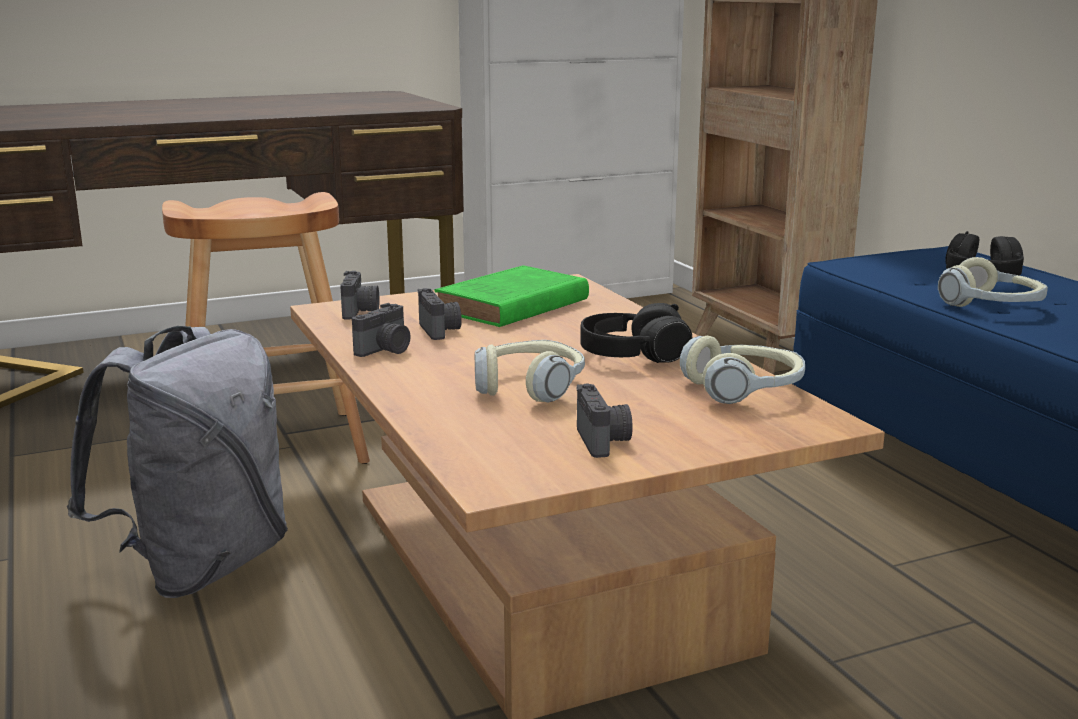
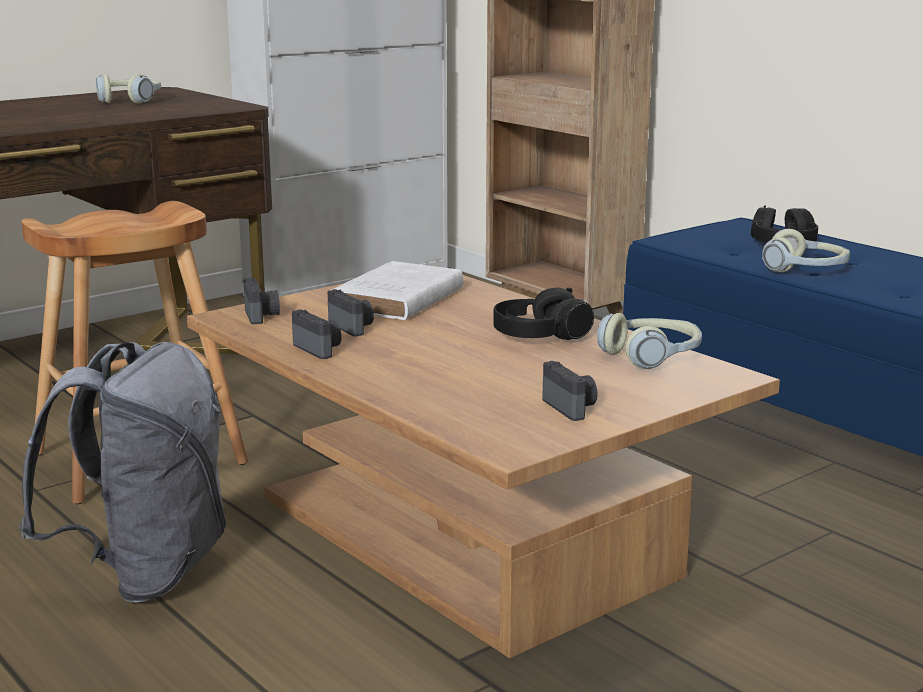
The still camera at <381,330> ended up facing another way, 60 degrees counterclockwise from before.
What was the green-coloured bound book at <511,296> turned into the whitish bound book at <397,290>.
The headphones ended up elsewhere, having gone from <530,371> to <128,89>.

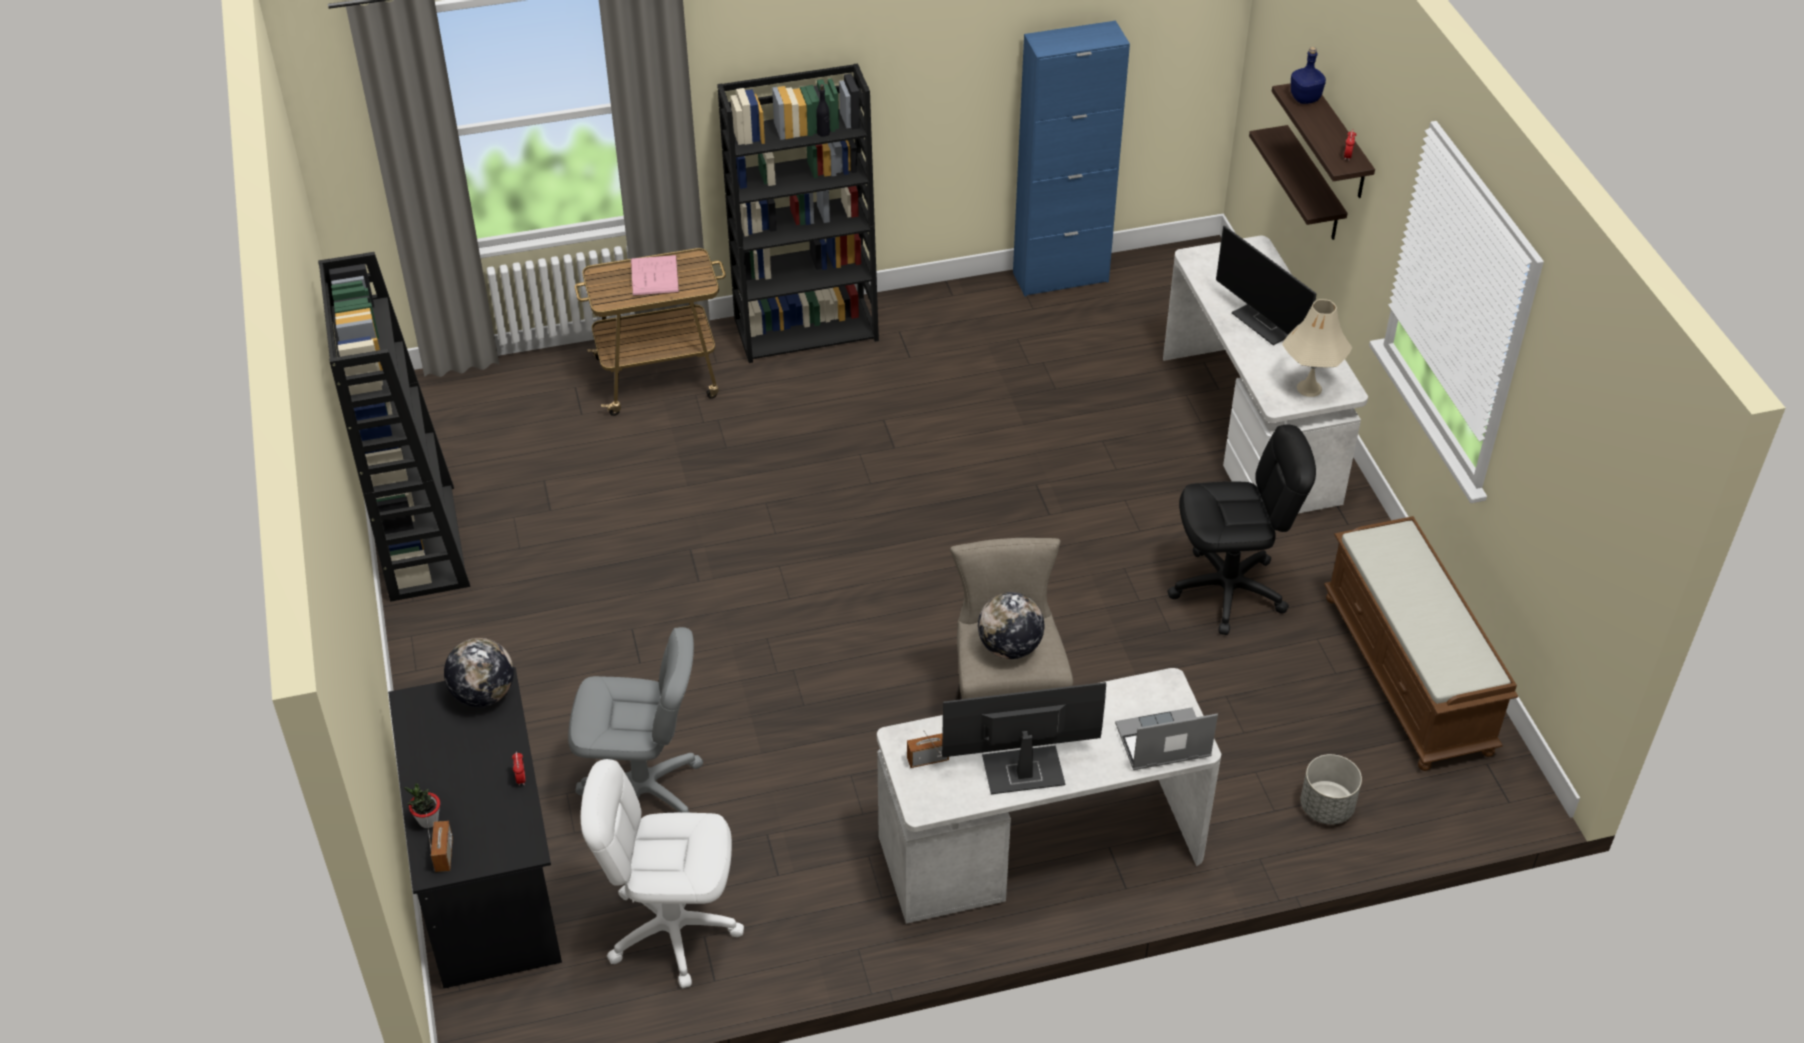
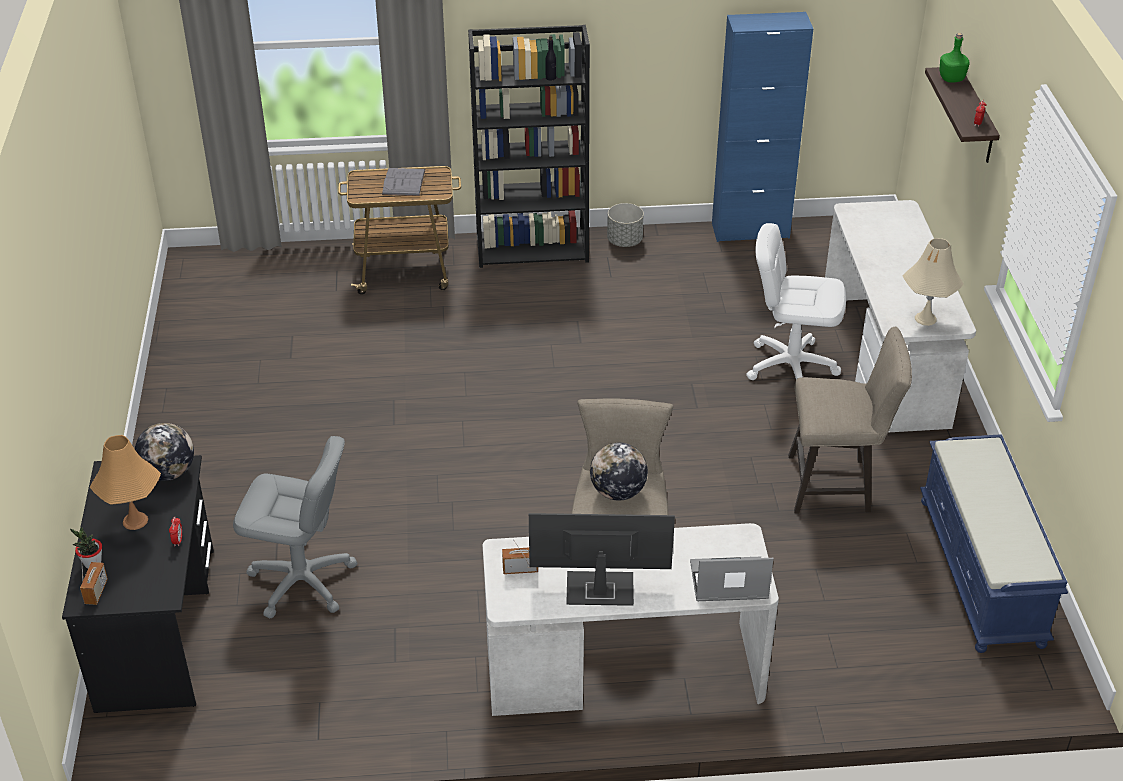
The second view lost the black-coloured shelving unit at <394,427>.
The whitish office chair ended up elsewhere, having gone from <662,873> to <796,301>.
What was the pink-coloured bound book at <655,275> turned into the grey bound book at <404,182>.
Where the black-coloured office chair stood at <1241,529>, the beige stool came to stand at <850,420>.
The second view lost the computer display at <1266,285>.
The second view lost the wall shelf at <1298,182>.
What was the bluish bottle at <1308,75> turned into the green-coloured bottle at <955,58>.
The grey planter ended up elsewhere, having gone from <1331,789> to <625,225>.
What was the brownish bench at <1421,643> turned into the bluish bench at <994,543>.
The second view gained the orangey tabletop lamp at <125,482>.

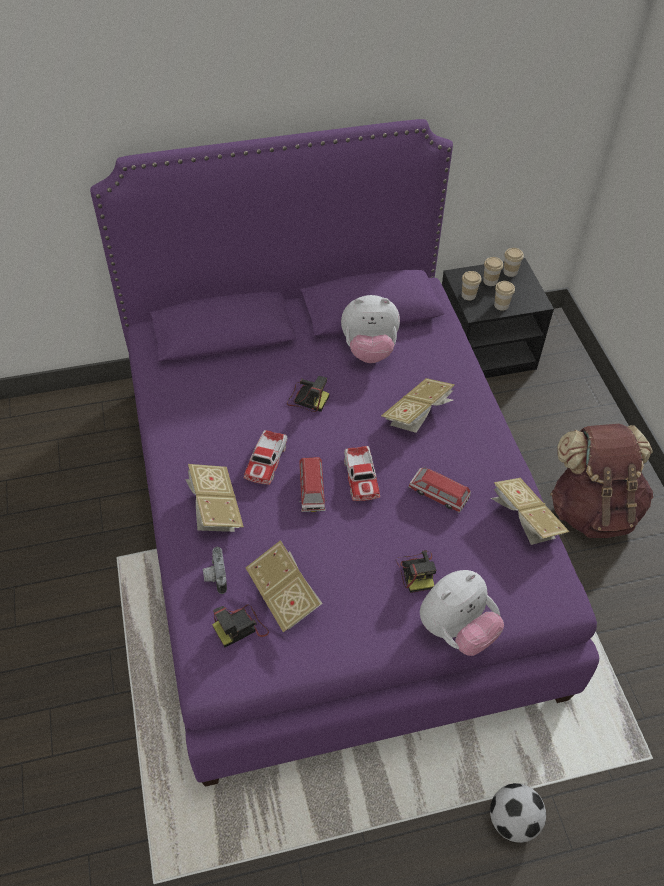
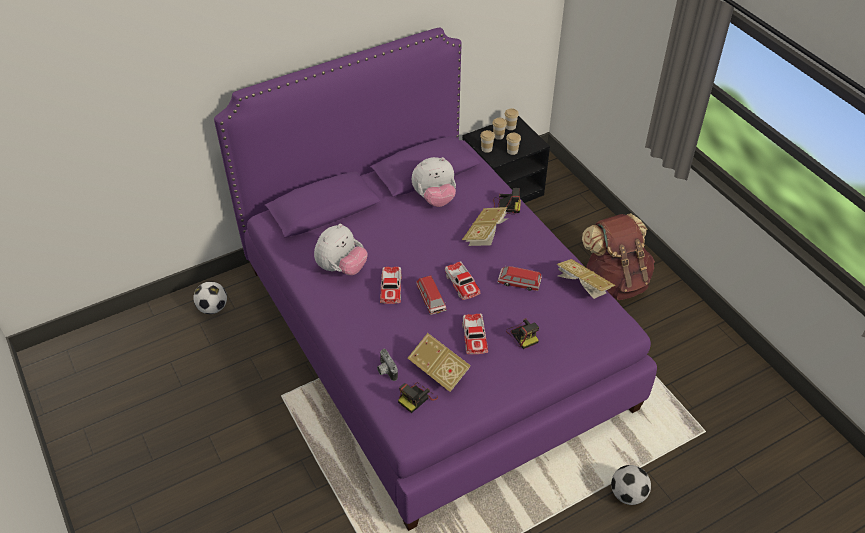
The second view lost the bound book at <214,498>.
The still camera ended up elsewhere, having gone from <308,394> to <507,201>.
The soft toy ended up elsewhere, having gone from <462,613> to <341,249>.
The second view gained the football ball at <210,297>.
The second view gained the model car at <475,334>.

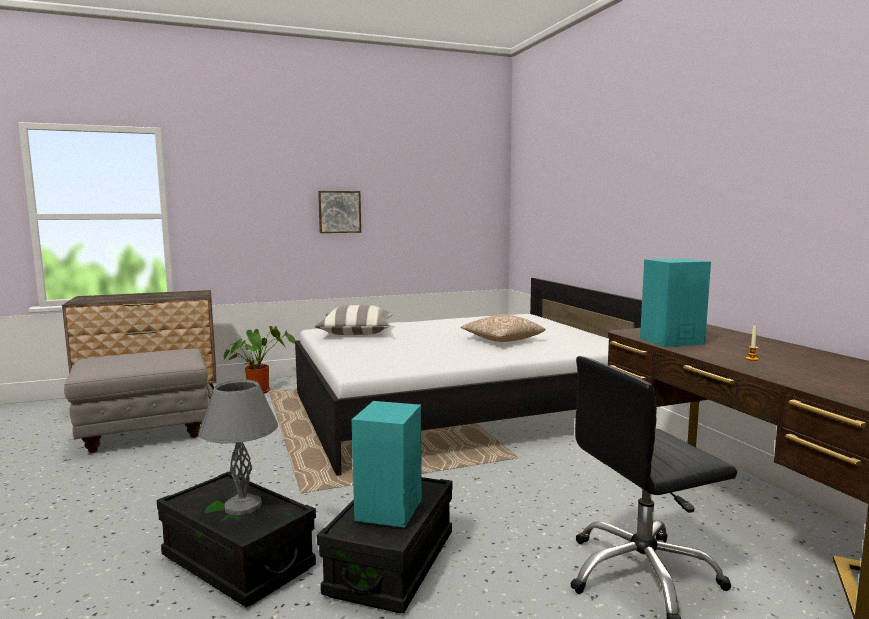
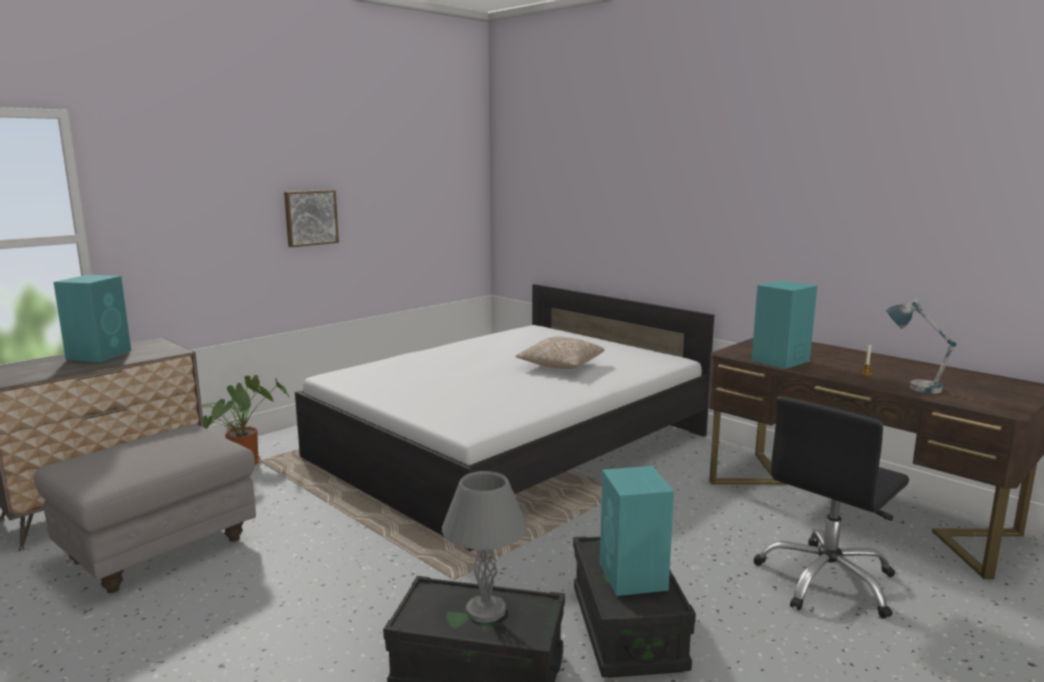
The second view lost the cushion at <354,320>.
The second view gained the blue-green audio speaker at <92,318>.
The second view gained the tabletop lamp at <921,346>.

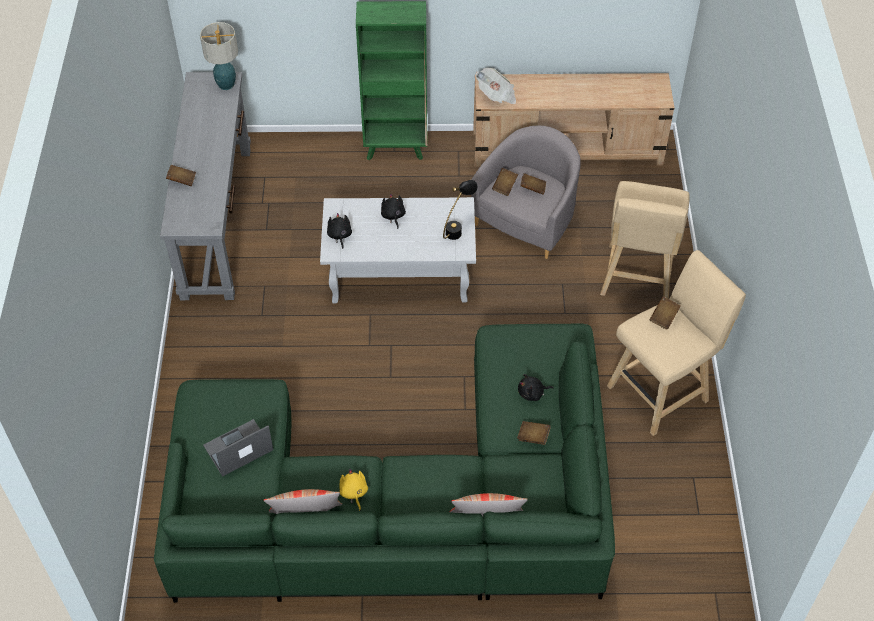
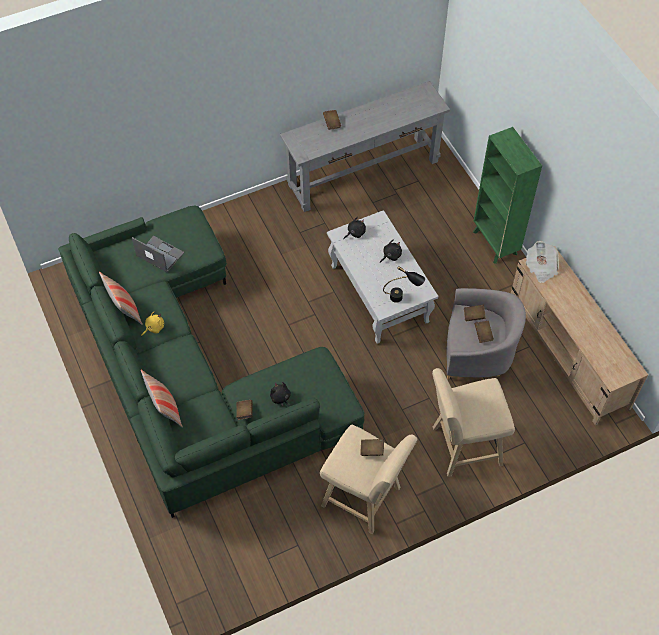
The second view lost the tabletop lamp at <219,56>.

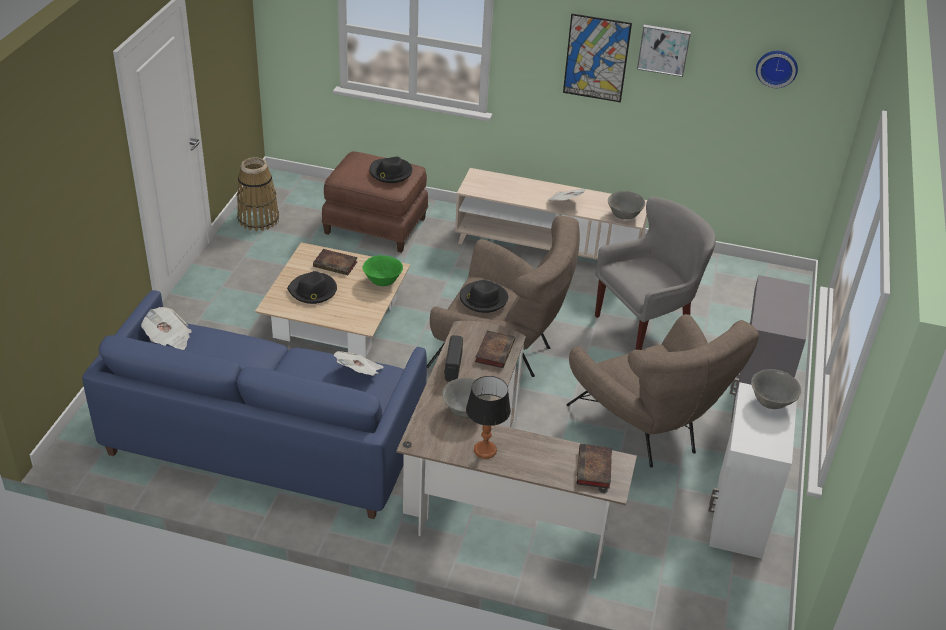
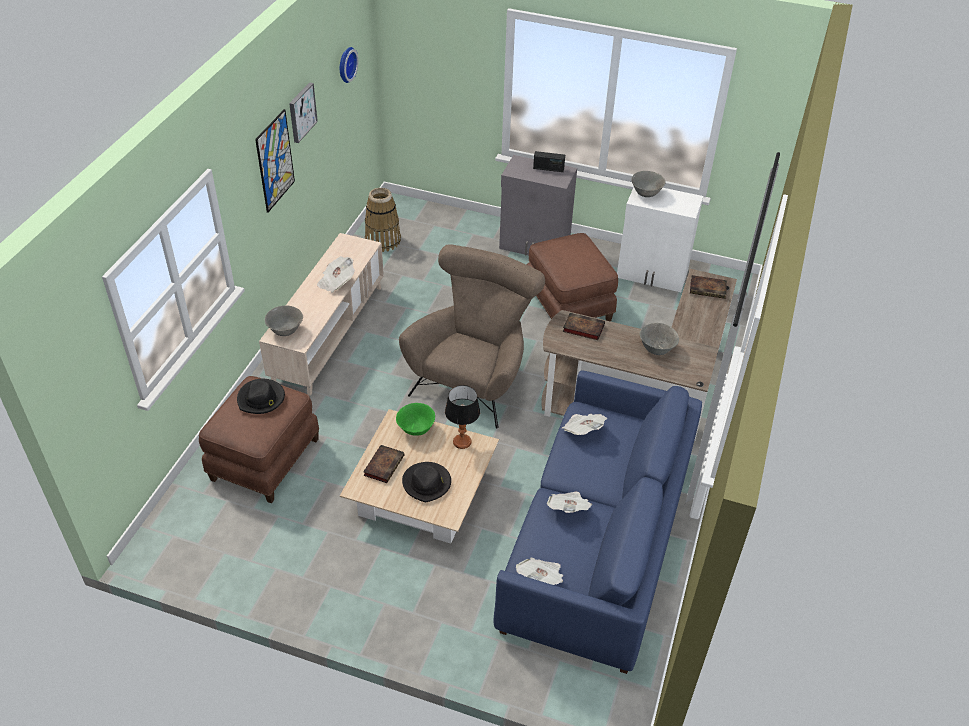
The basket ended up elsewhere, having gone from <258,194> to <383,220>.
The radio receiver ended up elsewhere, having gone from <453,358> to <549,161>.
The second view lost the black-coloured clothing hat at <484,296>.
The tabletop lamp ended up elsewhere, having gone from <488,417> to <462,417>.
Where the brownish easy chair stood at <662,391>, the brownish pouffe came to stand at <572,277>.
The second view lost the grey easy chair at <655,273>.
The grey serving bowl ended up elsewhere, having gone from <626,205> to <284,320>.
The second view gained the daily paper at <569,502>.

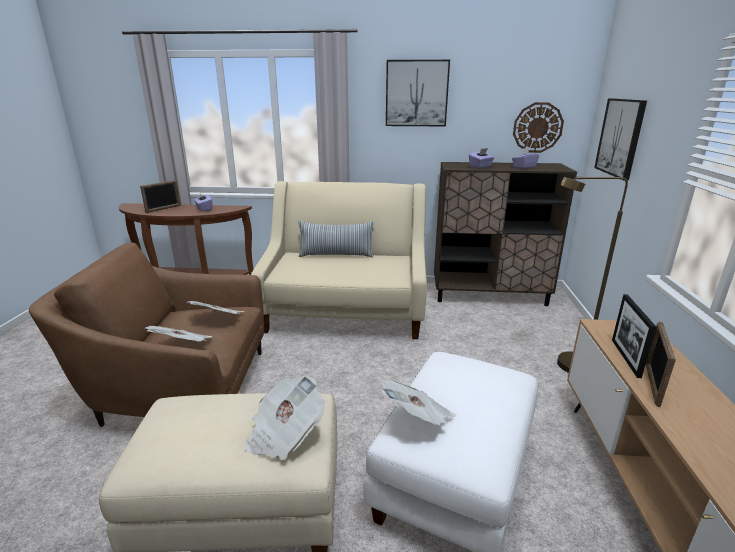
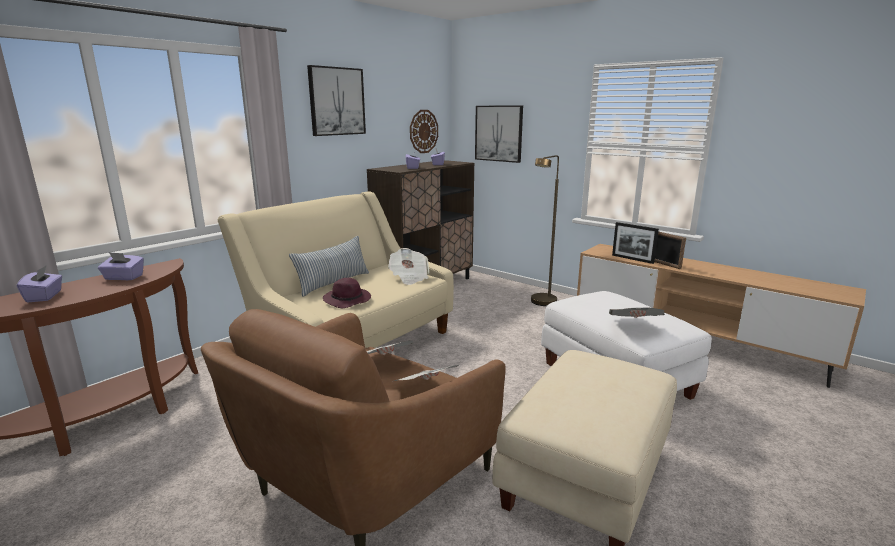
Where the photo frame stood at <160,196>, the purplish tissue box came to stand at <39,284>.
The daily paper ended up elsewhere, having gone from <284,418> to <408,266>.
The second view gained the purplish clothing hat at <347,293>.

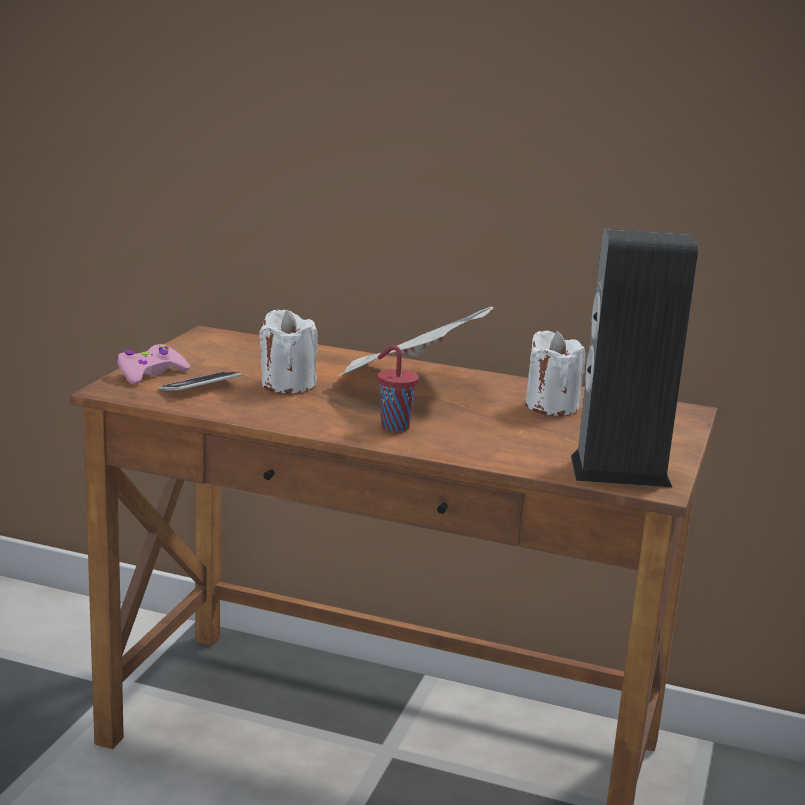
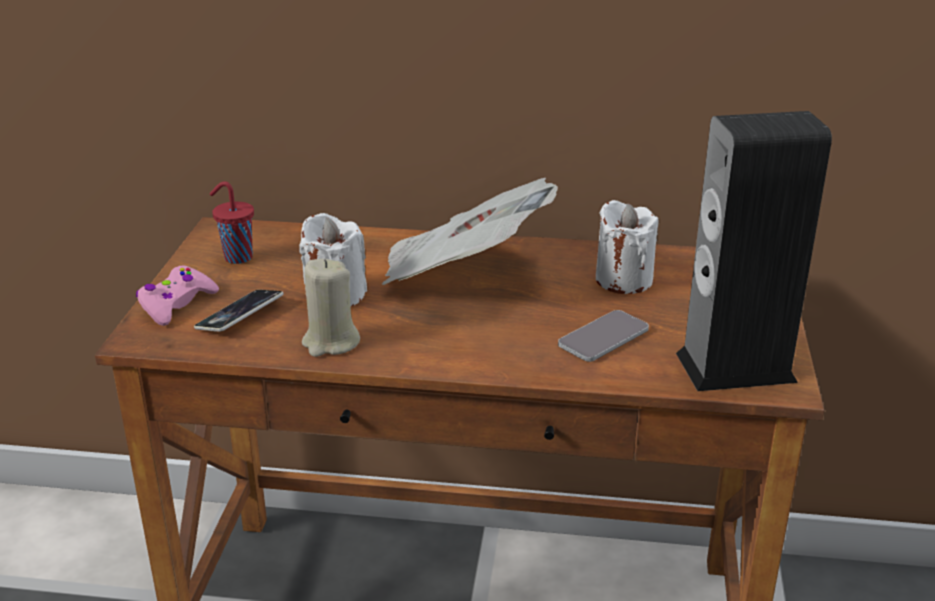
The red small cup ended up elsewhere, having gone from <398,388> to <232,222>.
The second view gained the beige wax light at <331,308>.
The second view gained the handset at <603,336>.

